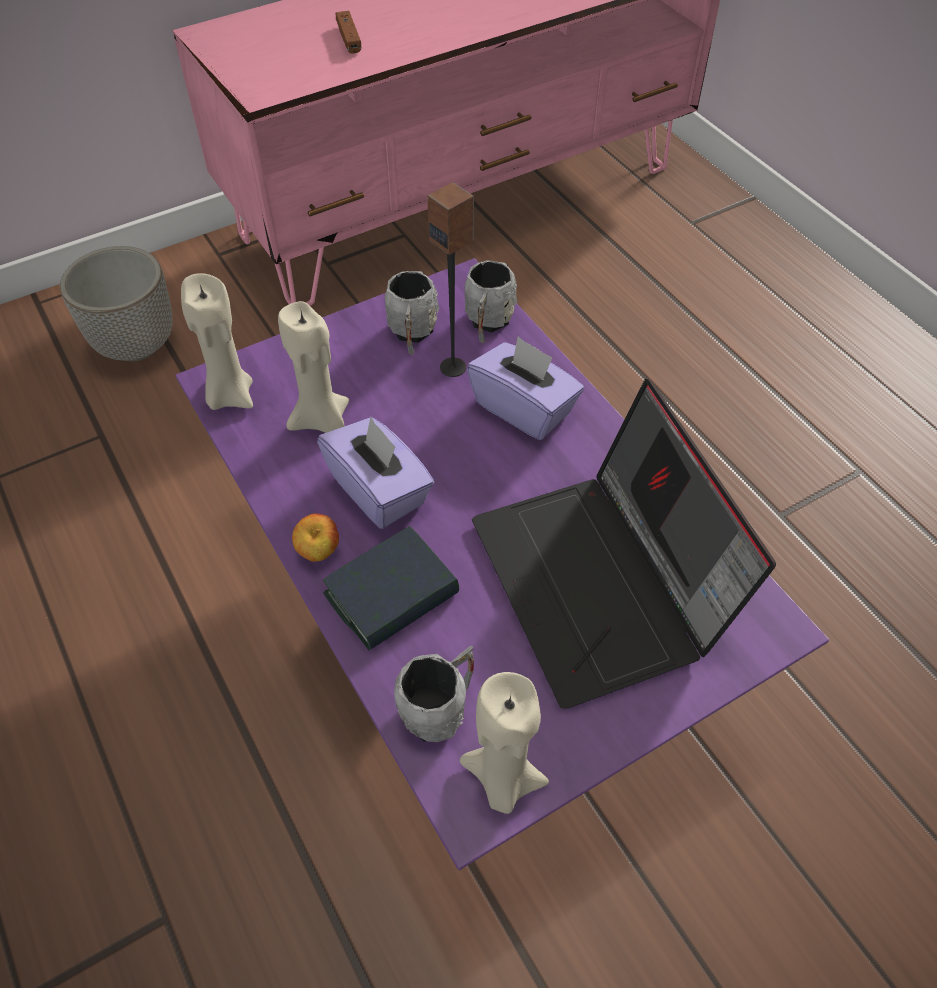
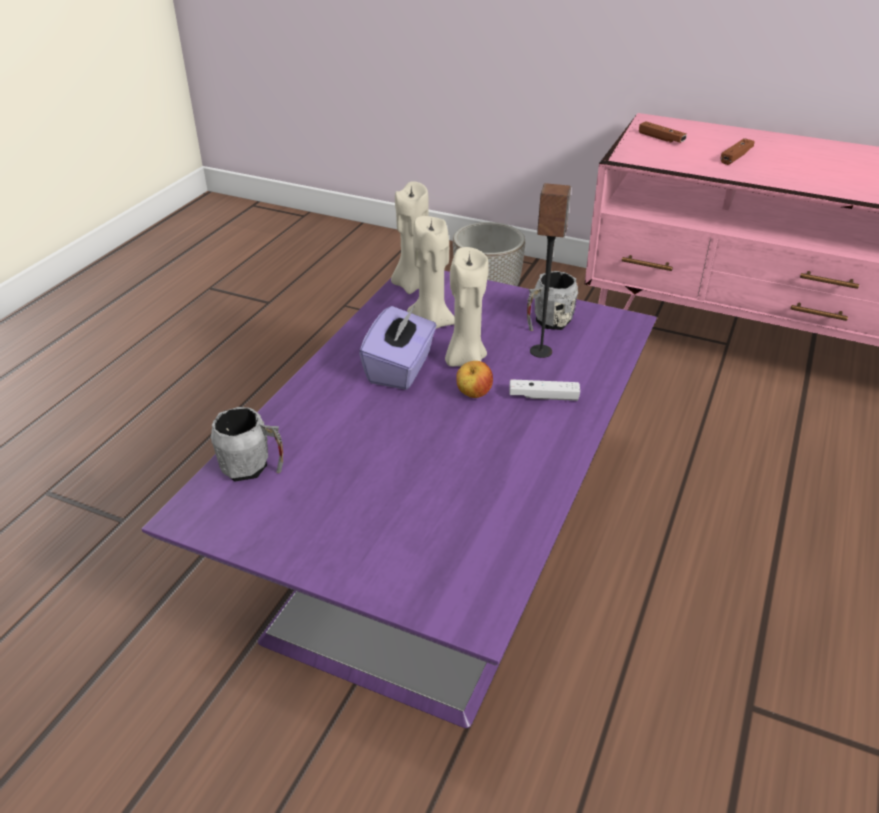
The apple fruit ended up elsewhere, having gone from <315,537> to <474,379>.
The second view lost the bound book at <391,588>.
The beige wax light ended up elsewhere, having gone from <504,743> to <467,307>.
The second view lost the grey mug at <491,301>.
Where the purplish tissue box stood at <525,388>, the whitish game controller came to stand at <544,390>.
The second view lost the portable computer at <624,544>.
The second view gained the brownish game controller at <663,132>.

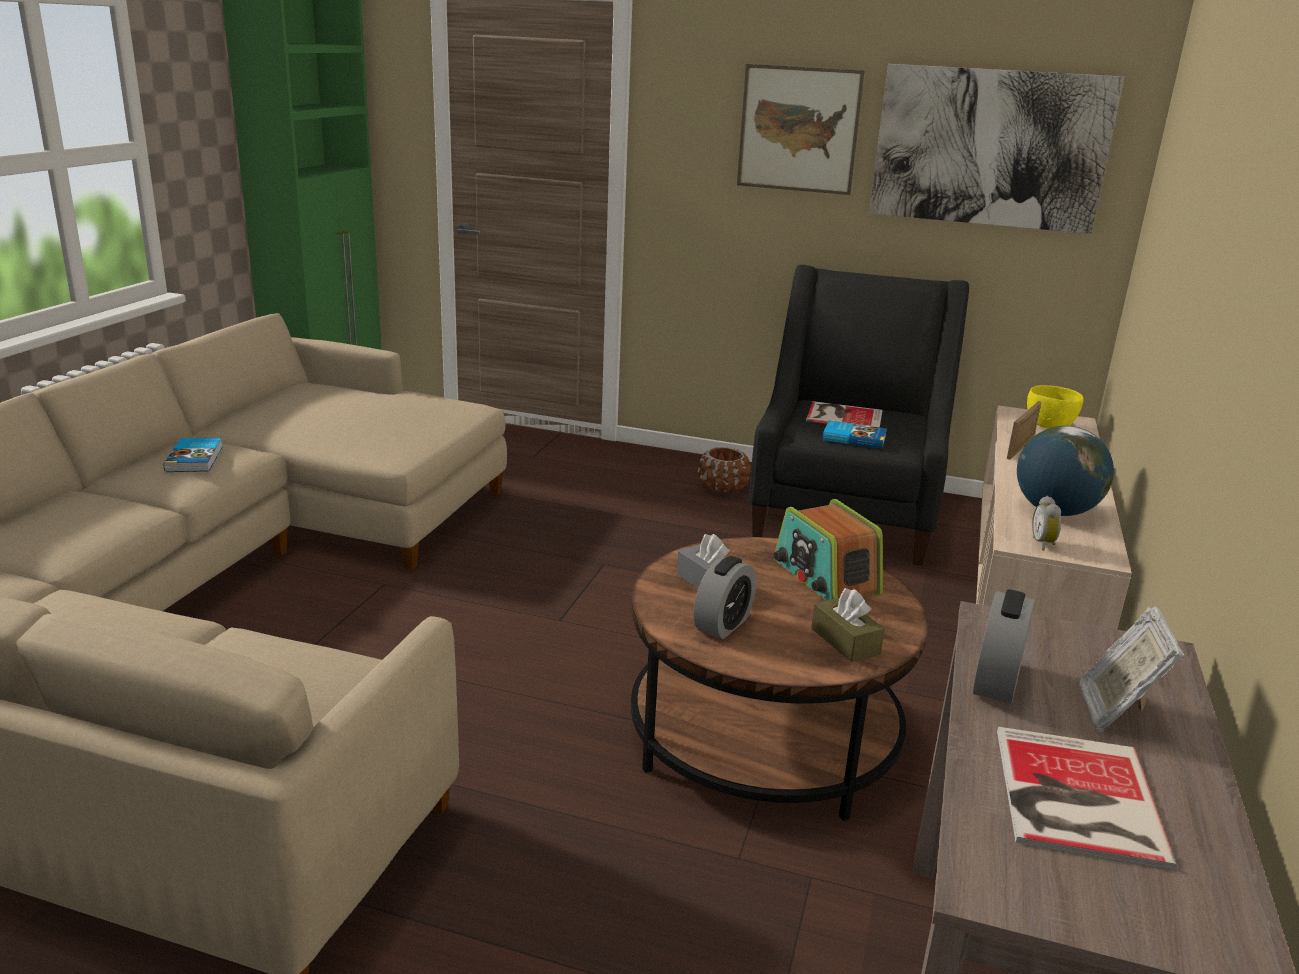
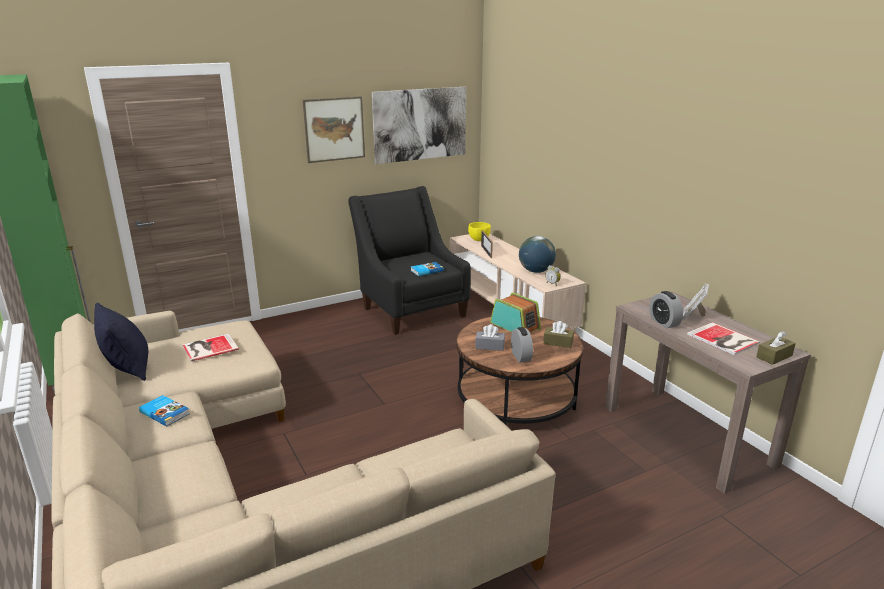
The second view lost the brownish planter at <724,470>.
The radio receiver at <828,550> ended up facing another way, 150 degrees counterclockwise from before.
The bound book ended up elsewhere, having gone from <844,414> to <210,347>.
The photo frame at <1131,669> ended up facing another way, 60 degrees clockwise from before.
The second view gained the black-coloured cushion at <121,342>.
The second view gained the brownish tissue box at <776,348>.

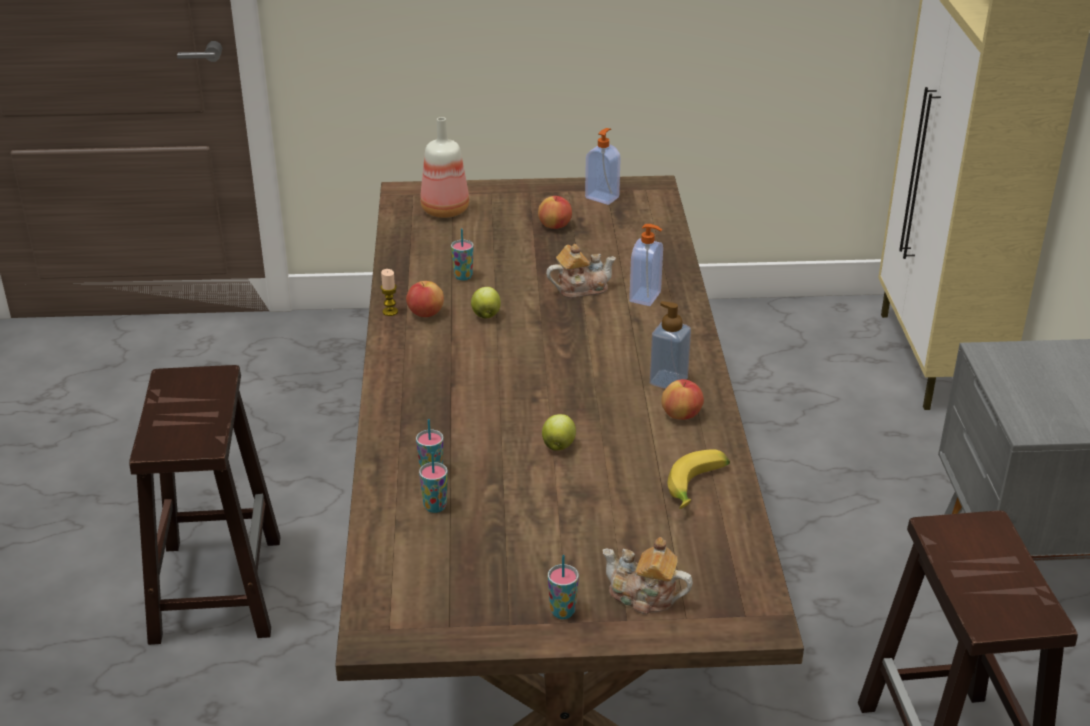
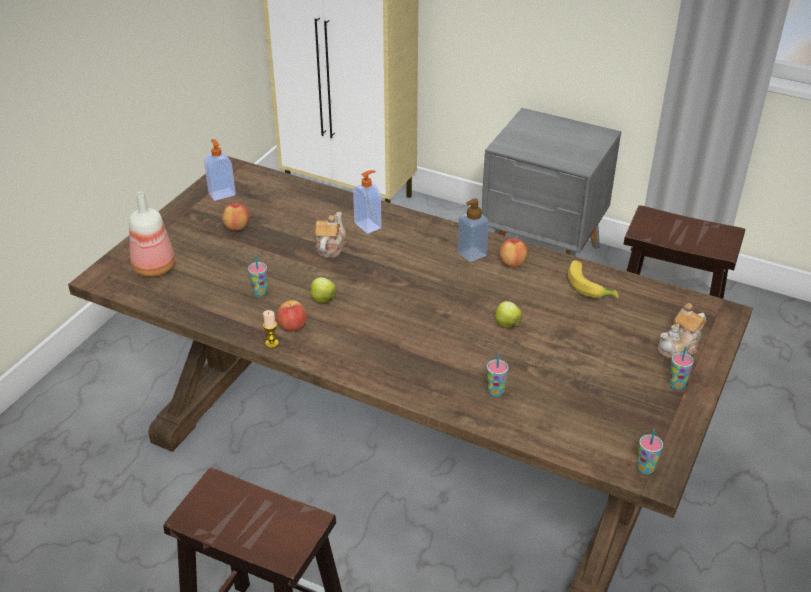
The small cup ended up elsewhere, having gone from <433,482> to <649,452>.

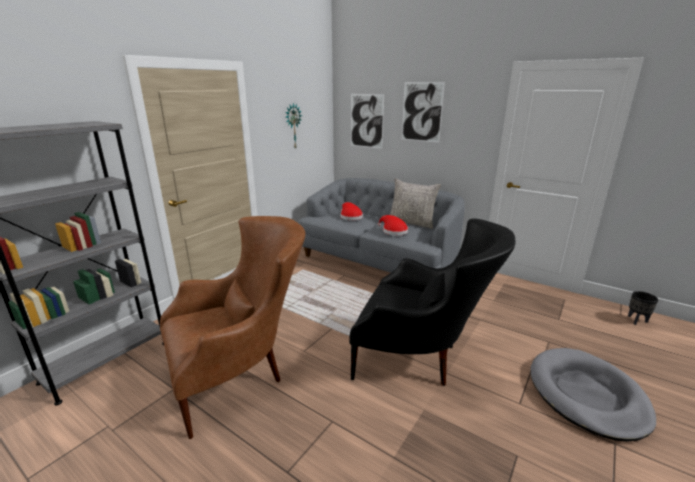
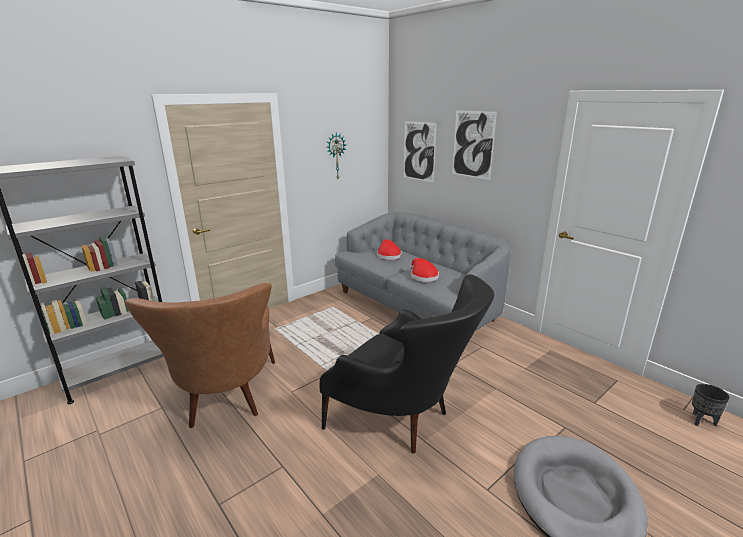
The brownish easy chair at <232,327> ended up facing another way, 90 degrees clockwise from before.
The second view lost the grey cushion at <415,203>.

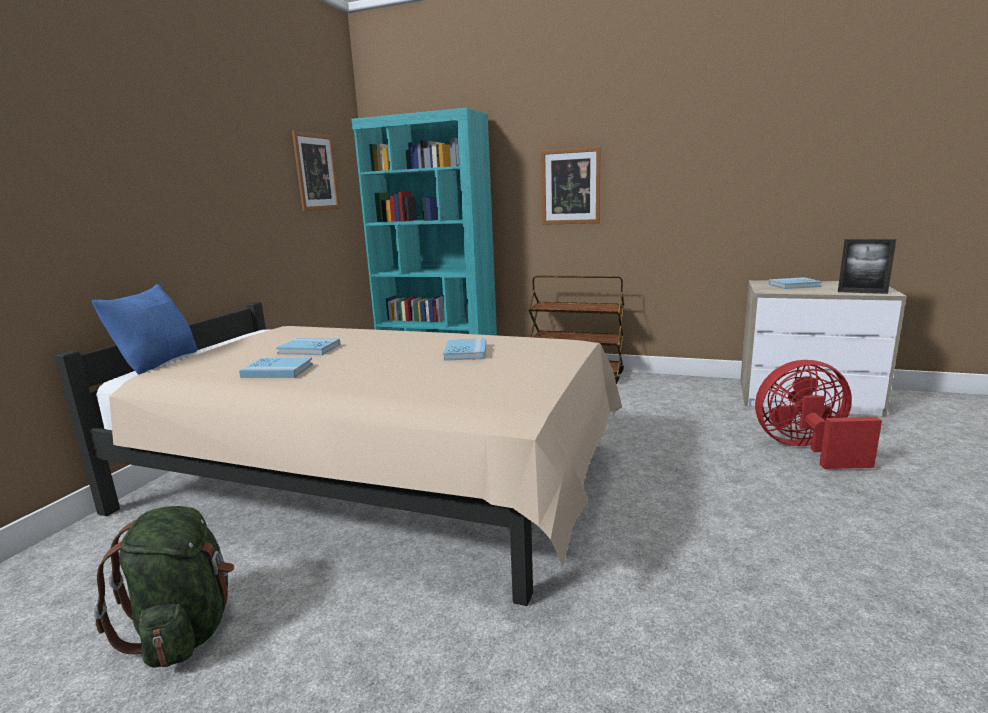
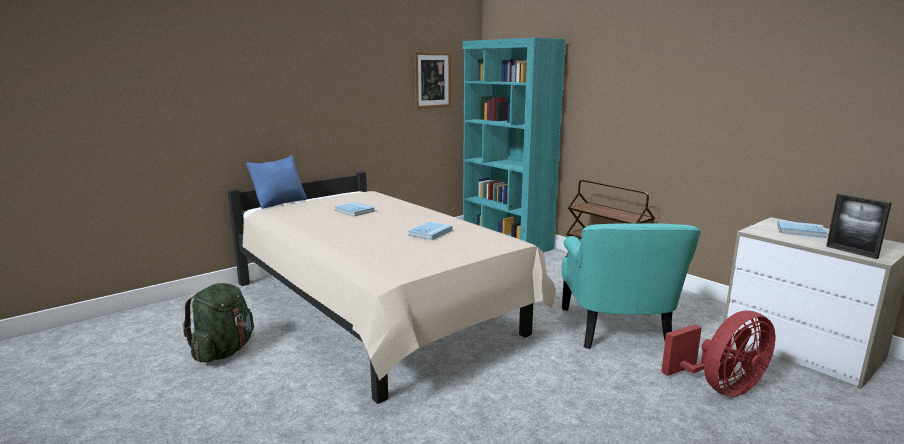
The second view lost the bluish bound book at <276,368>.
The second view lost the wall picture at <571,186>.
The red fan at <818,414> ended up facing another way, 120 degrees clockwise from before.
The second view gained the blue-green easy chair at <631,286>.

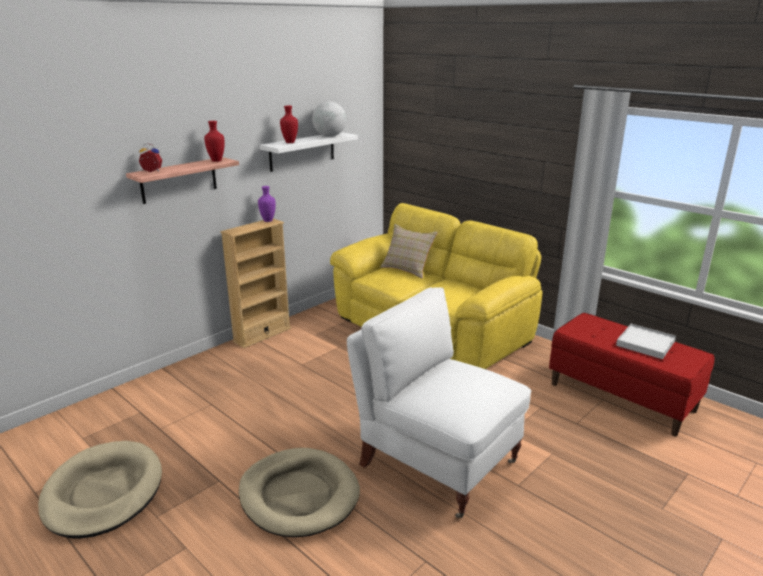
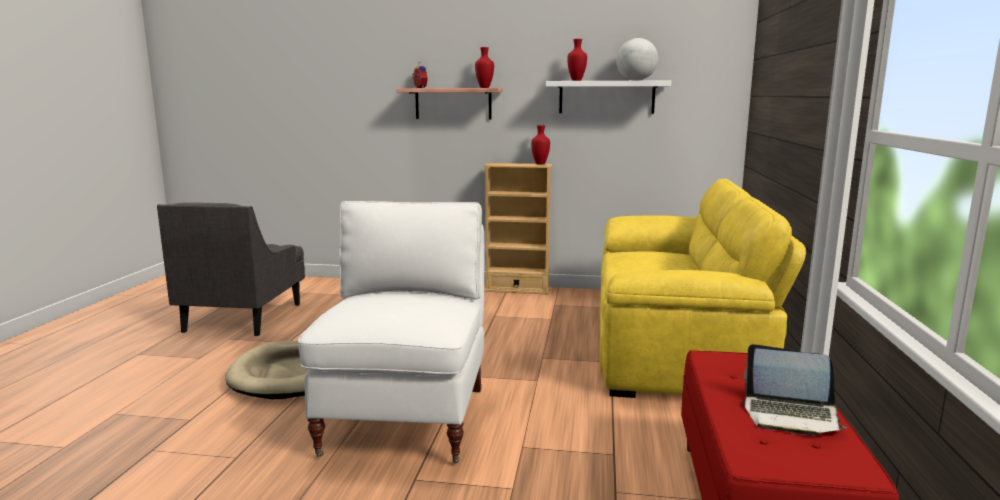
Where the beige dog bed stood at <100,490>, the grey easy chair came to stand at <231,269>.
What was the purplish decorative vase at <267,204> turned into the red decorative vase at <540,145>.
The second view lost the beige cushion at <409,251>.
Where the whitish tray stood at <646,341>, the portable computer came to stand at <795,389>.

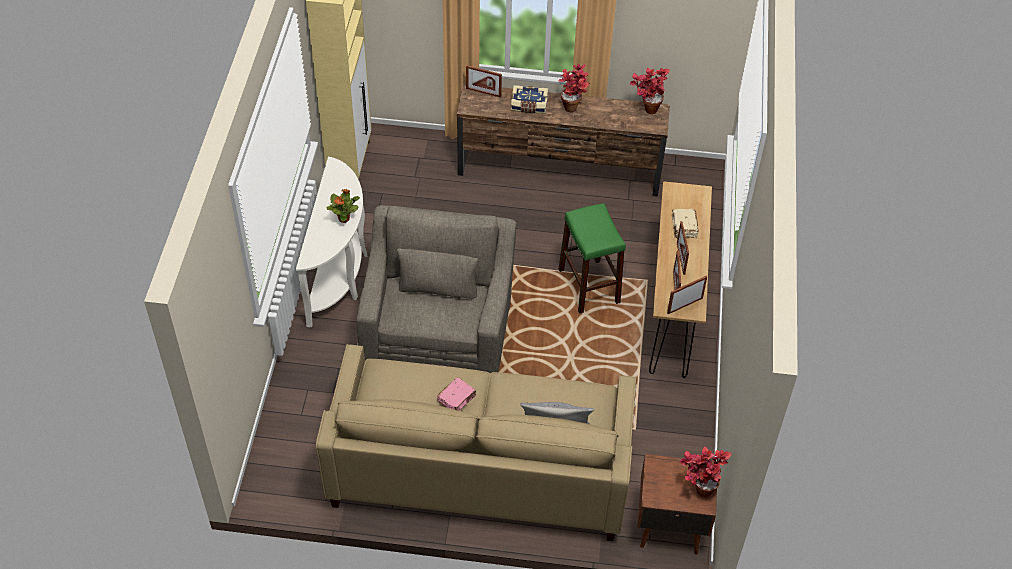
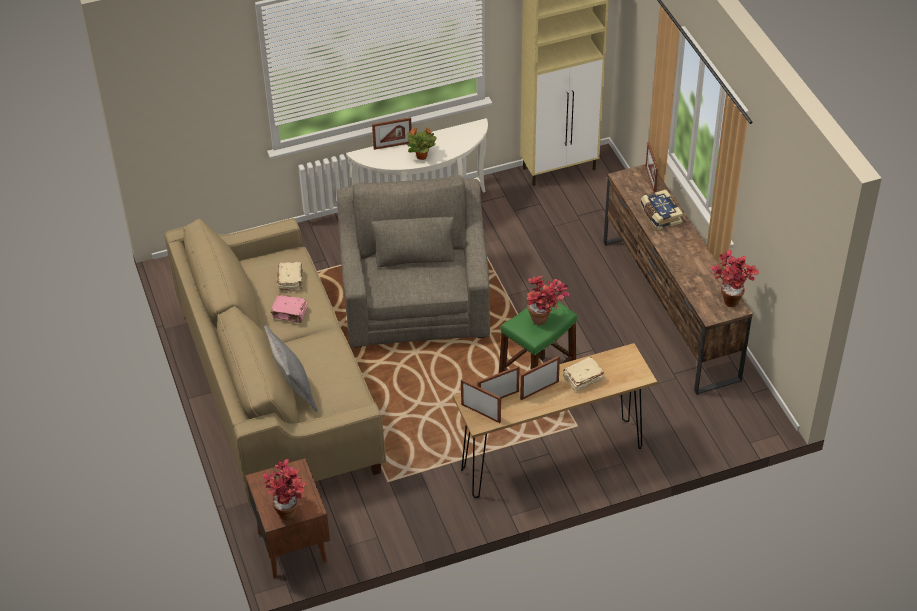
The grey easy chair at <436,289> ended up facing another way, 75 degrees counterclockwise from before.
The potted plant ended up elsewhere, having gone from <574,88> to <548,300>.
The second view gained the beige bound book at <290,276>.
The second view gained the photo frame at <392,133>.

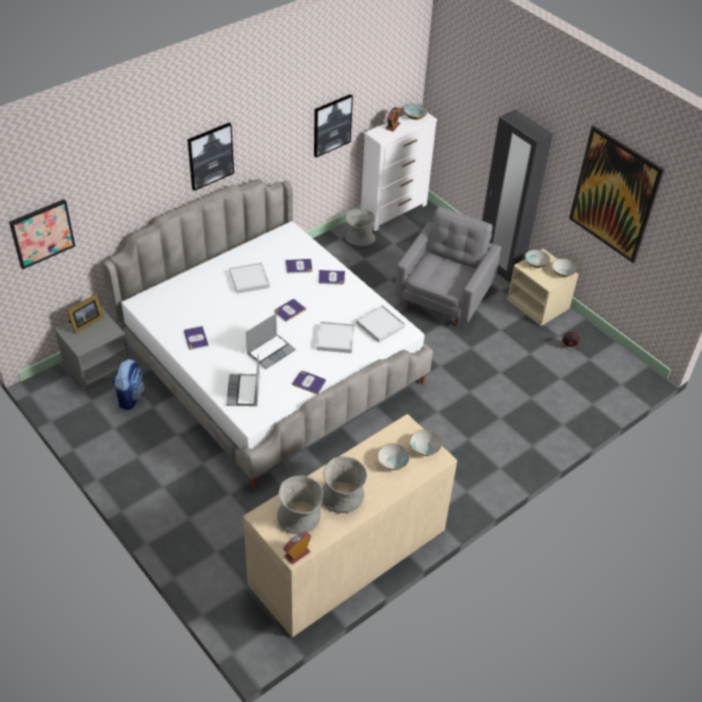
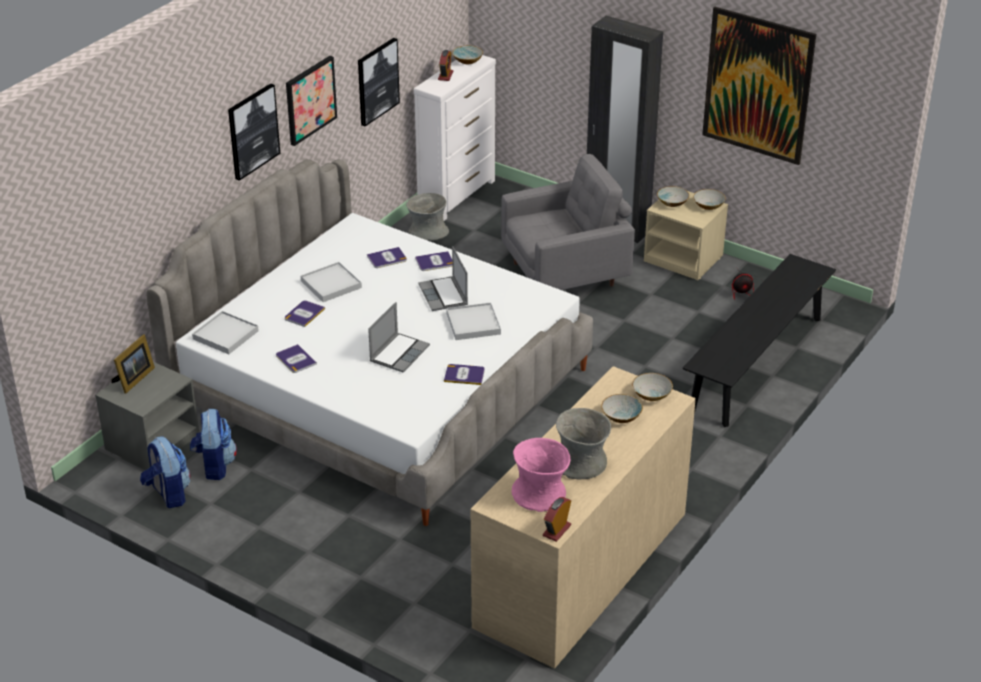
The wall picture ended up elsewhere, having gone from <42,234> to <311,101>.
The portable computer ended up elsewhere, having gone from <243,380> to <443,278>.
The bound book ended up elsewhere, having gone from <290,310> to <305,313>.
What was the grey decorative vase at <300,505> turned into the pink-coloured decorative vase at <541,475>.
The whitish tray ended up elsewhere, having gone from <380,324> to <225,332>.
The grey easy chair at <448,266> ended up facing another way, 60 degrees clockwise from before.
The second view gained the rucksack at <165,472>.
The second view gained the black-coloured bench at <759,340>.

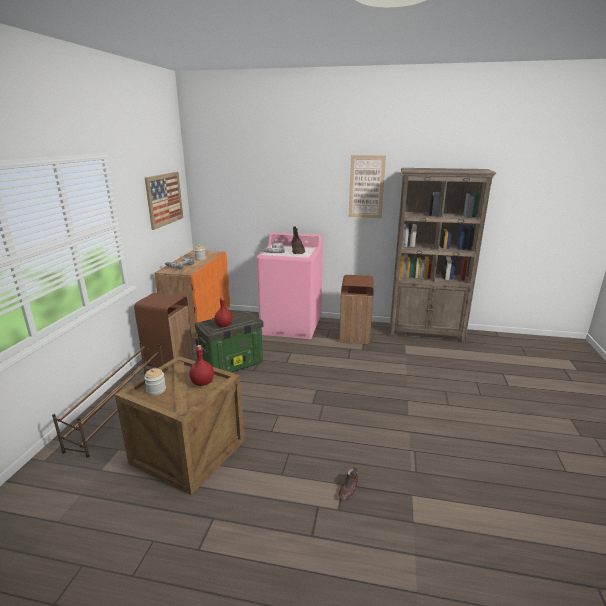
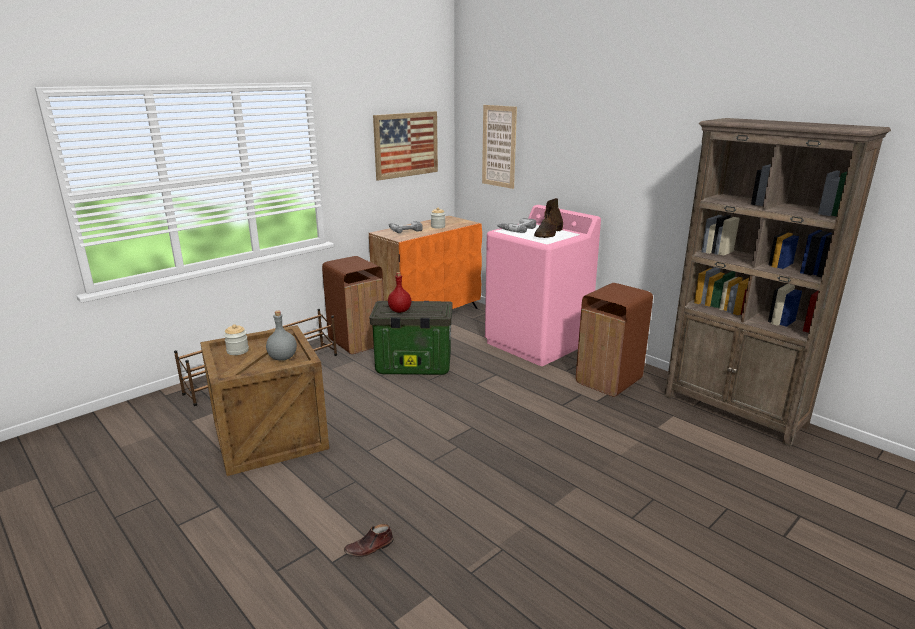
What was the red bottle at <201,365> turned into the grey bottle at <281,336>.
The wall picture ended up elsewhere, having gone from <367,186> to <499,147>.

